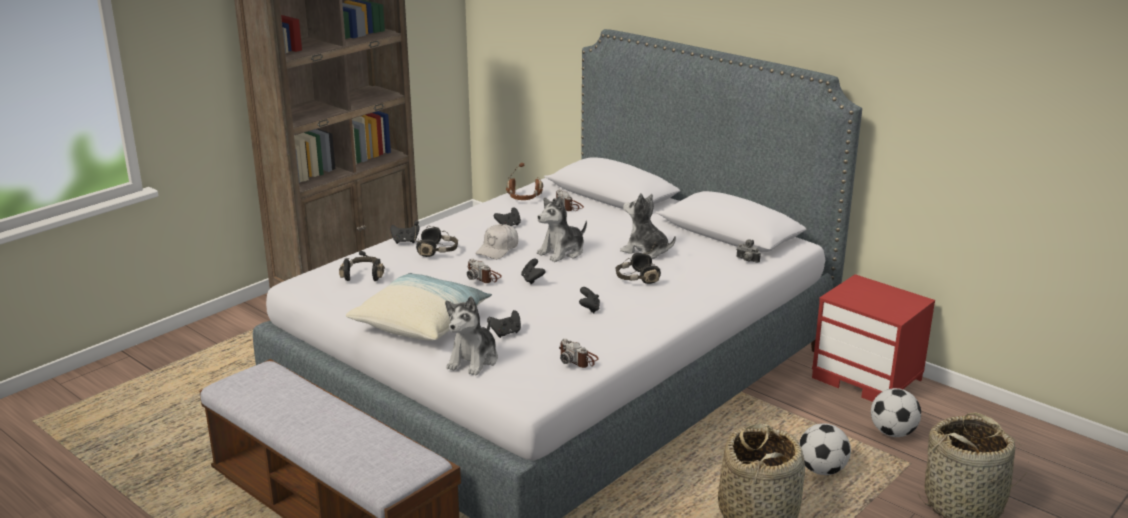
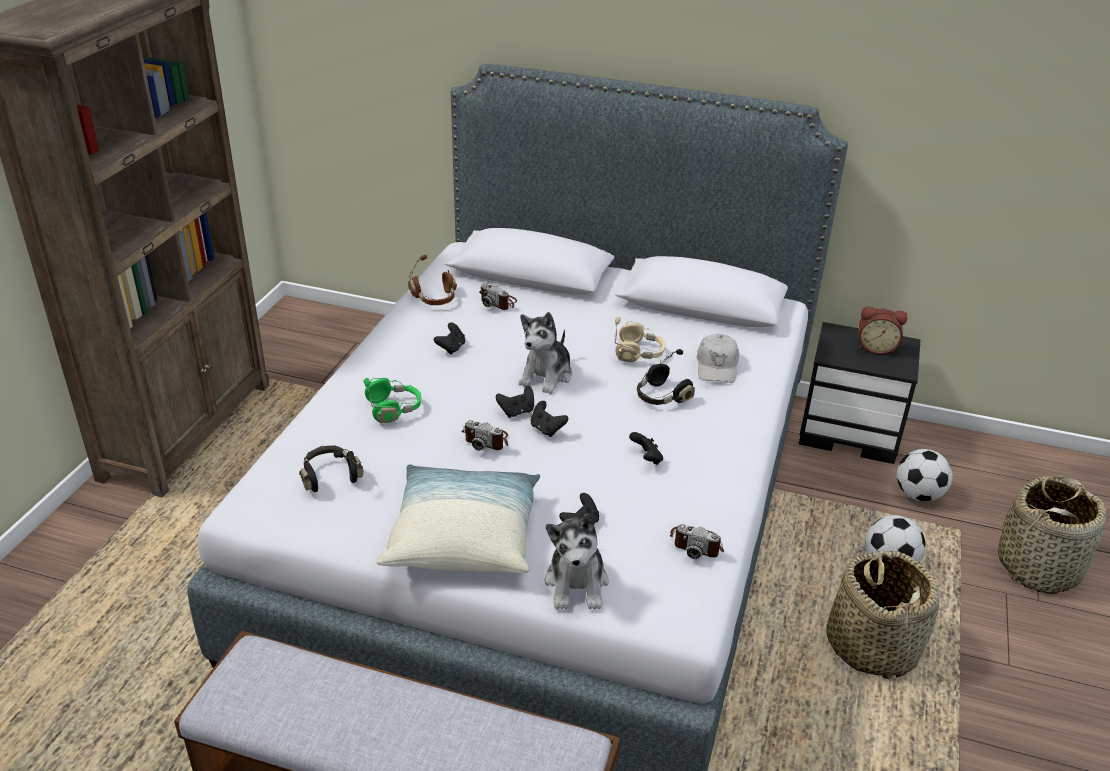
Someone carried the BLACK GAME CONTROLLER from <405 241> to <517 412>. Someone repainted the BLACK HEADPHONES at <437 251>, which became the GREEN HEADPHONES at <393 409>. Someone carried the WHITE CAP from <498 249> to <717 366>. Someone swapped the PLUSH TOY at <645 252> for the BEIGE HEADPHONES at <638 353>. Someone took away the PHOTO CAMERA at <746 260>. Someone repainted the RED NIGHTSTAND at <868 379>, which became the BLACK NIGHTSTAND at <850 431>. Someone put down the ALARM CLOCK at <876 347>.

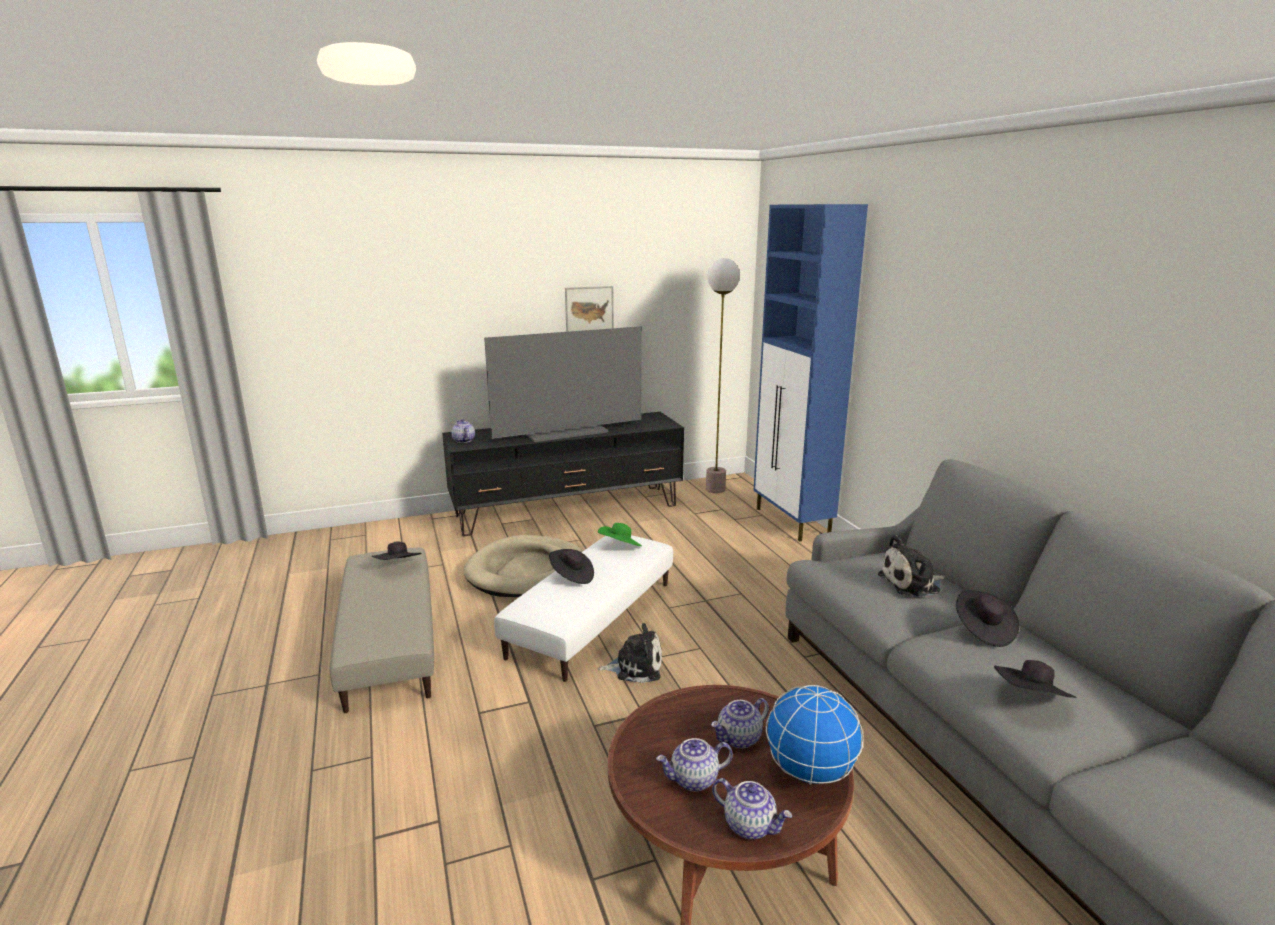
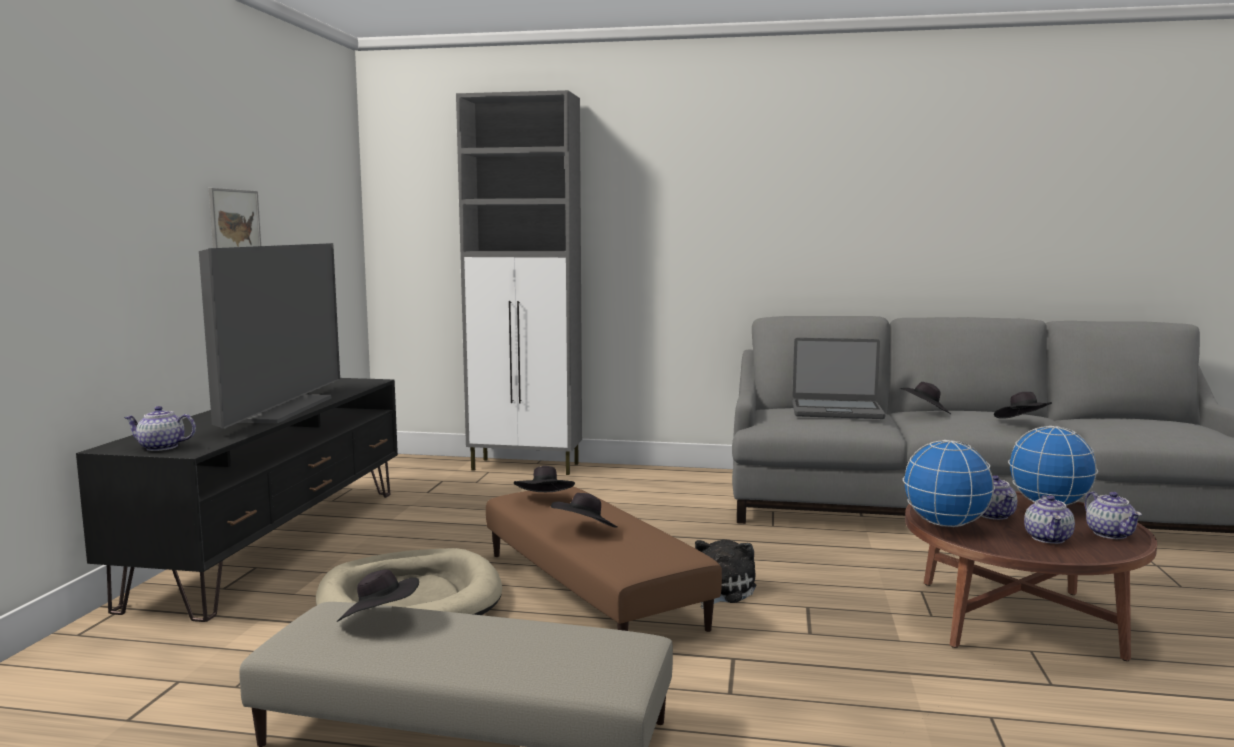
Someone repainted the WHITE OTTOMAN at <591 618>, which became the BROWN OTTOMAN at <590 589>. Someone repainted the GREEN HAT at <620 547>, which became the BLACK HAT at <545 500>. Someone took away the FLOOR LAMP at <715 489>. Someone rotated the TEAPOT at <750 825> by 105 degrees clockwise. Someone repainted the BLUE CABINET at <792 522>, which became the GREY CABINET at <527 467>. Someone swapped the PLUSH TOY at <912 583> for the LAPTOP at <836 411>. Someone put down the GLOBE at <946 524>.

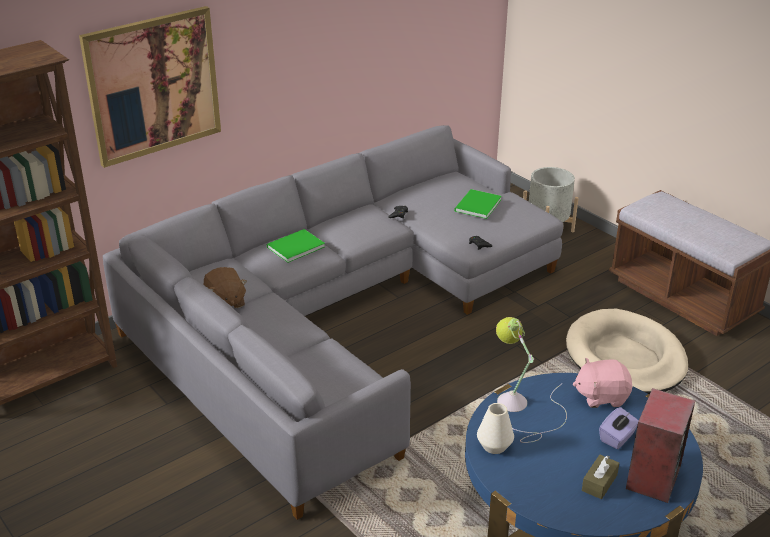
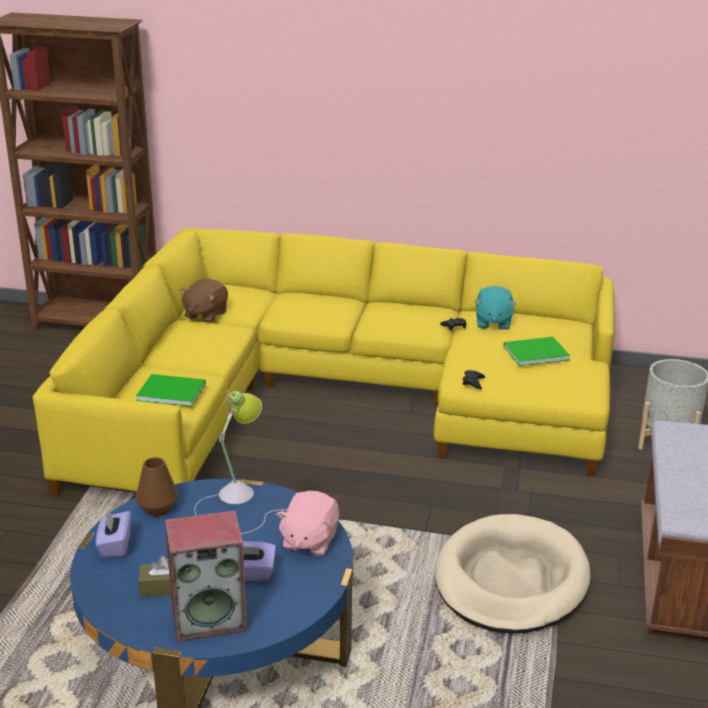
Someone took away the PICTURE at <153 85>. Someone repainted the GREY SOFA at <338 317>, which became the YELLOW SOFA at <336 398>. Someone carried the GREEN BOOK from <294 247> to <170 391>. Someone repainted the WHITE VASE at <494 446>, which became the BROWN VASE at <157 509>. Someone rotated the PINK PLUSH TOY at <601 396> by 120 degrees counterclockwise. Someone put down the PURPLE TISSUE BOX at <115 546>. Someone put down the TURQUOISE PLUSH TOY at <492 322>.

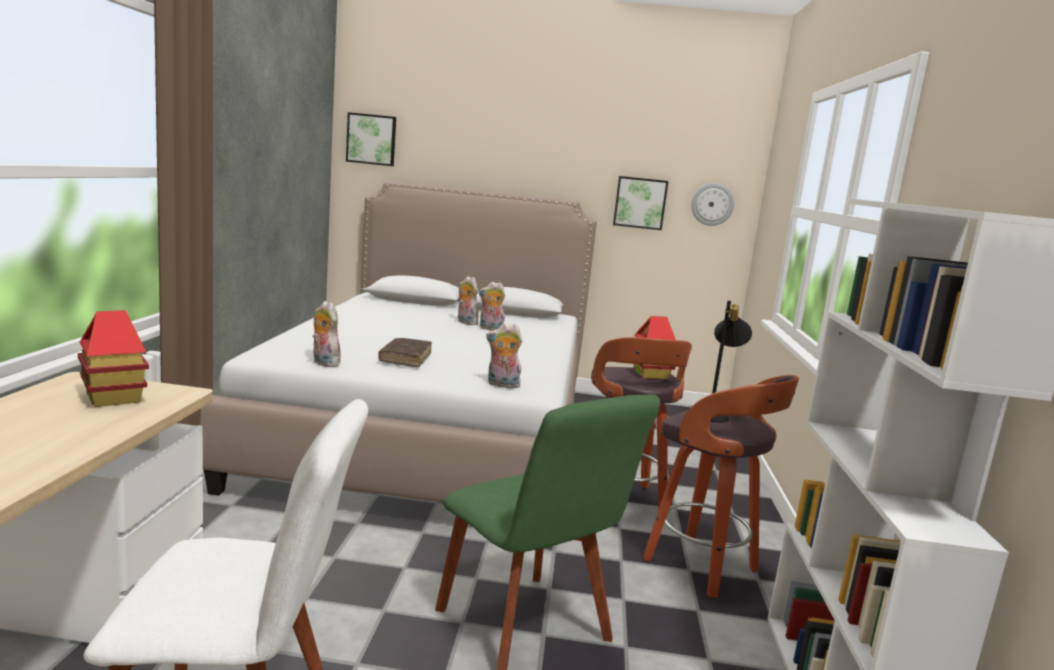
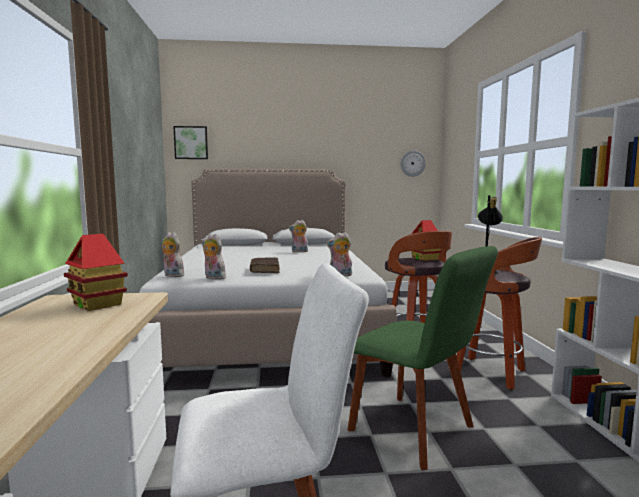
Someone carried the PLUSH TOY from <465 322> to <172 275>. Someone took away the PICTURE at <640 203>.

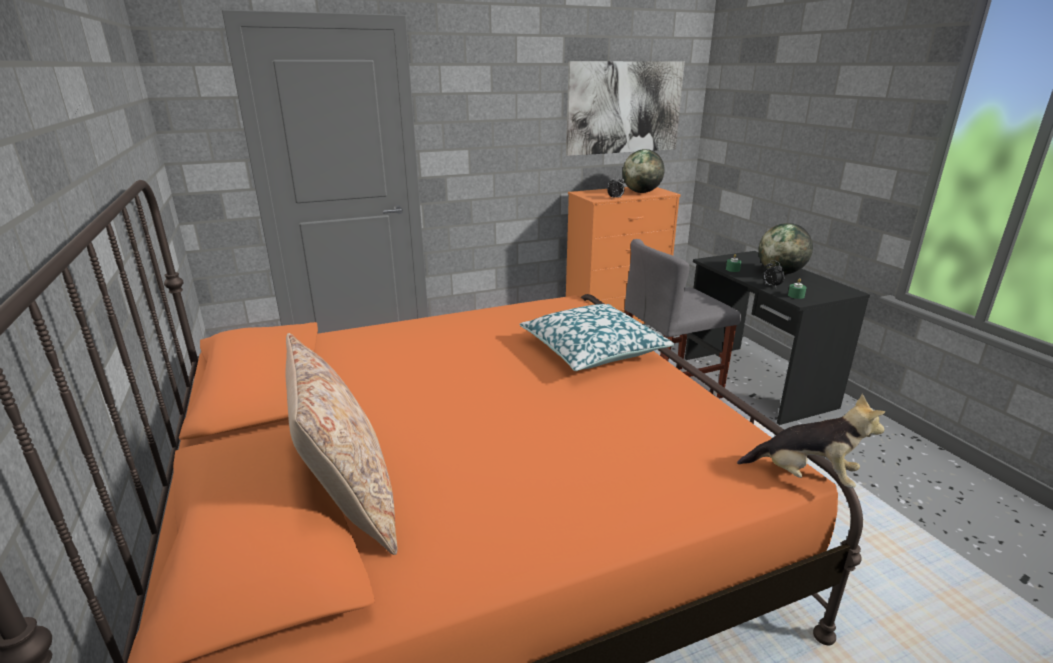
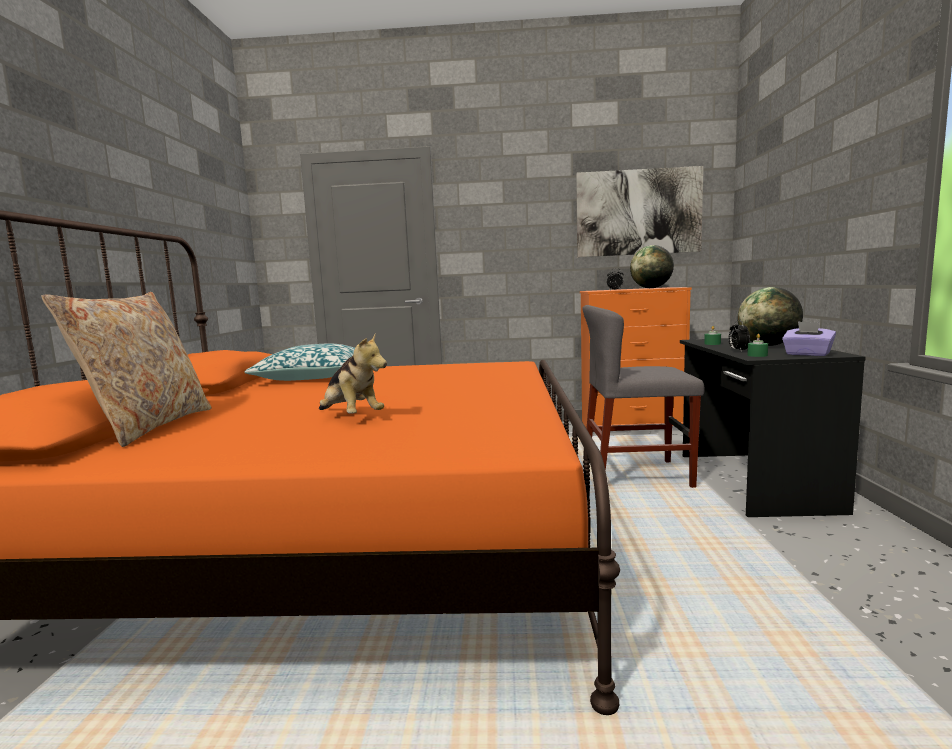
Someone carried the PILLOW from <592 350> to <312 376>. Someone carried the PLUSH TOY from <805 476> to <351 417>. Someone put down the PURPLE TISSUE BOX at <807 354>.

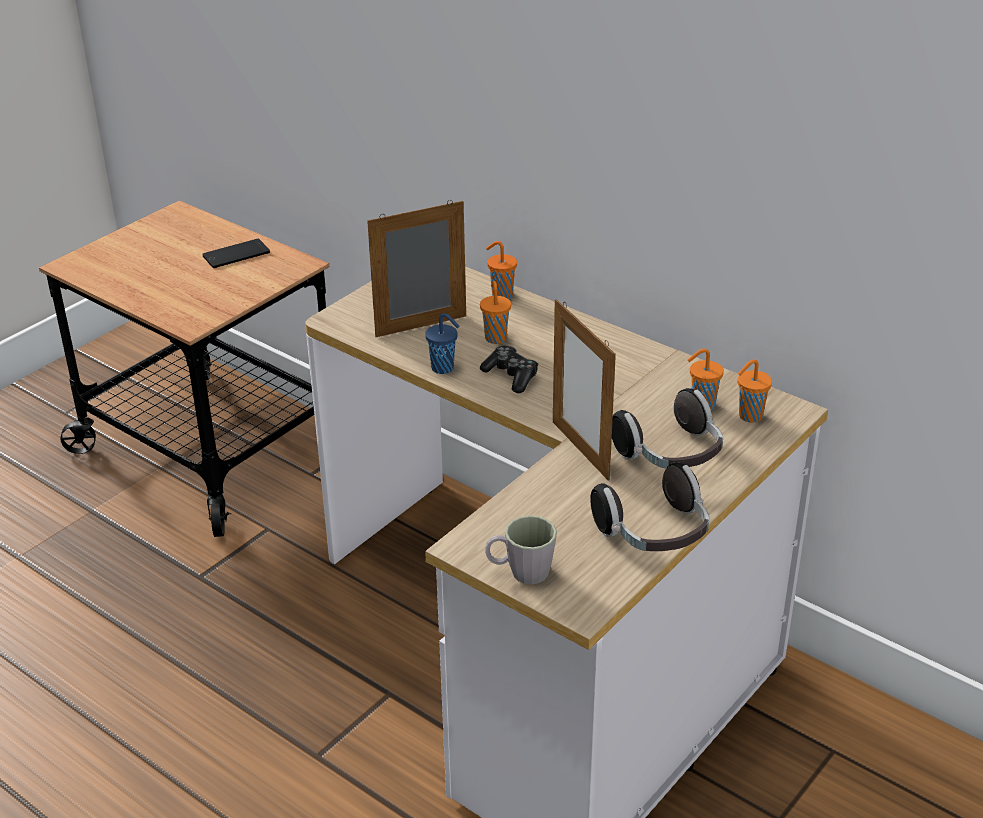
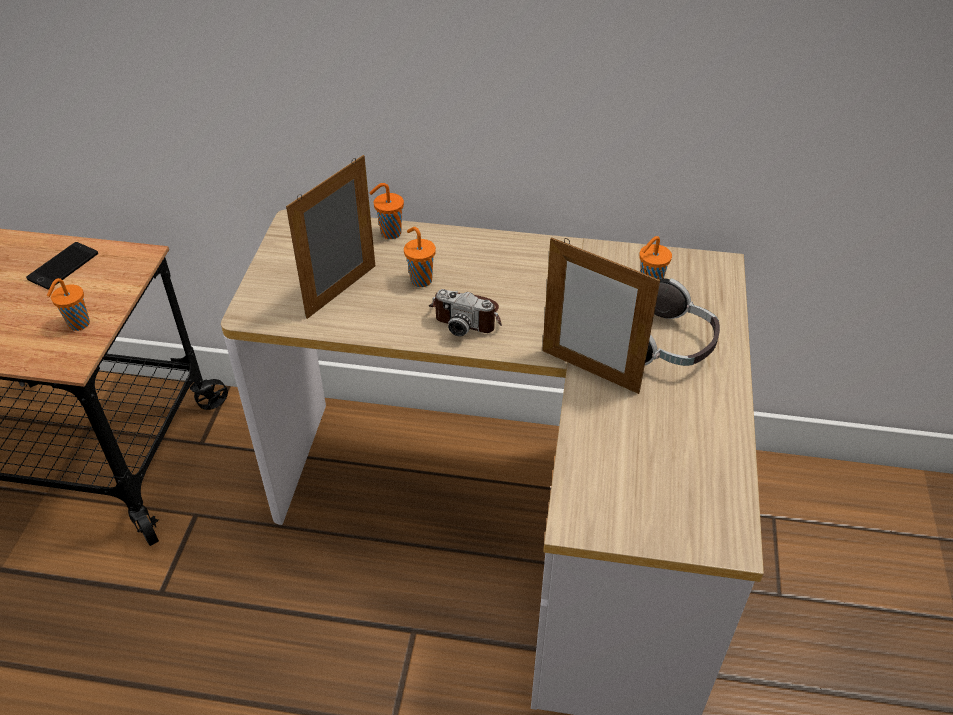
Someone took away the BLUE CUP at <444 368>. Someone swapped the GAME CONTROLLER at <511 376> for the PHOTO CAMERA at <467 316>. Someone took away the GREY MUG at <520 572>. Someone took away the HEADPHONES at <654 534>. Someone carried the ORANGE CUP from <749 416> to <77 325>.

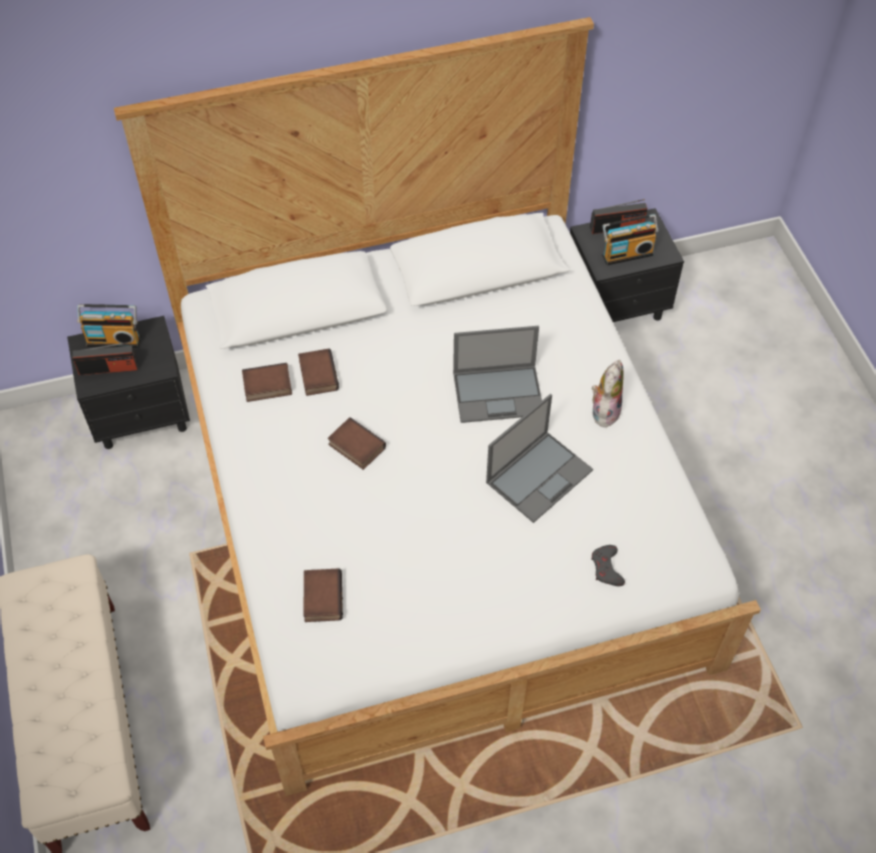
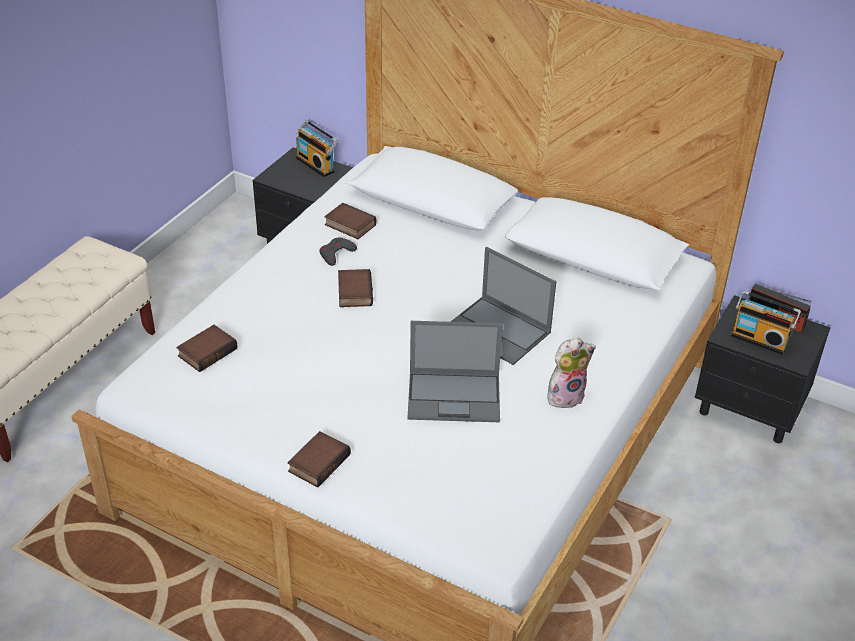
Someone took away the RADIO at <108 368>. Someone carried the BOOK from <317 375> to <318 462>. Someone carried the GREY GAME CONTROLLER from <606 568> to <336 254>.

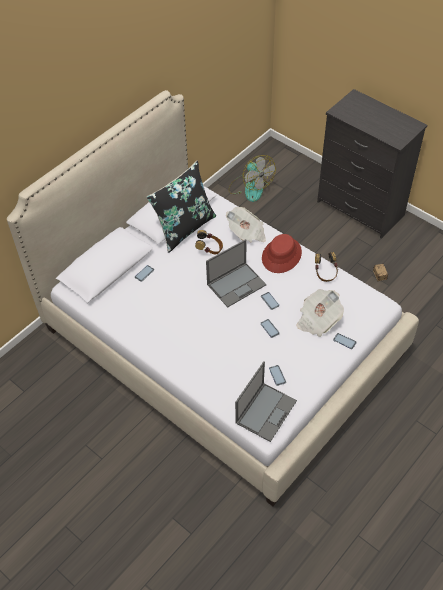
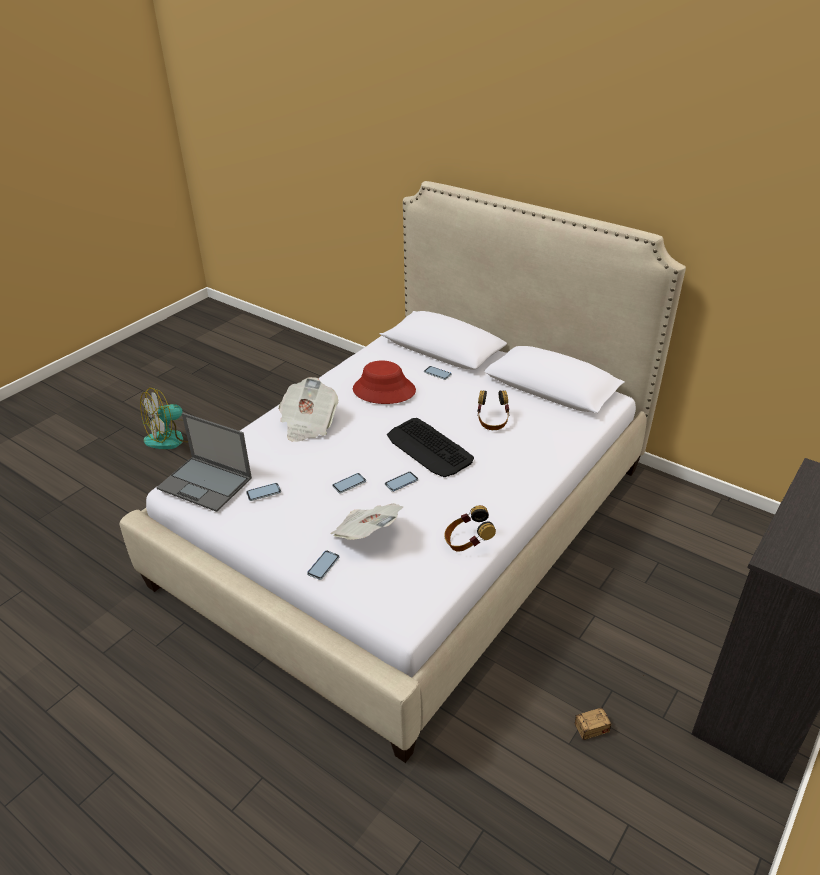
Someone took away the BLACK PILLOW at <184 228>. Someone swapped the LAPTOP at <237 284> for the KEYBOARD at <429 448>. Someone carried the NEWSPAPER from <247 233> to <308 424>. Someone carried the FAN from <250 187> to <173 437>. Someone carried the RED HAT from <281 255> to <384 390>.

